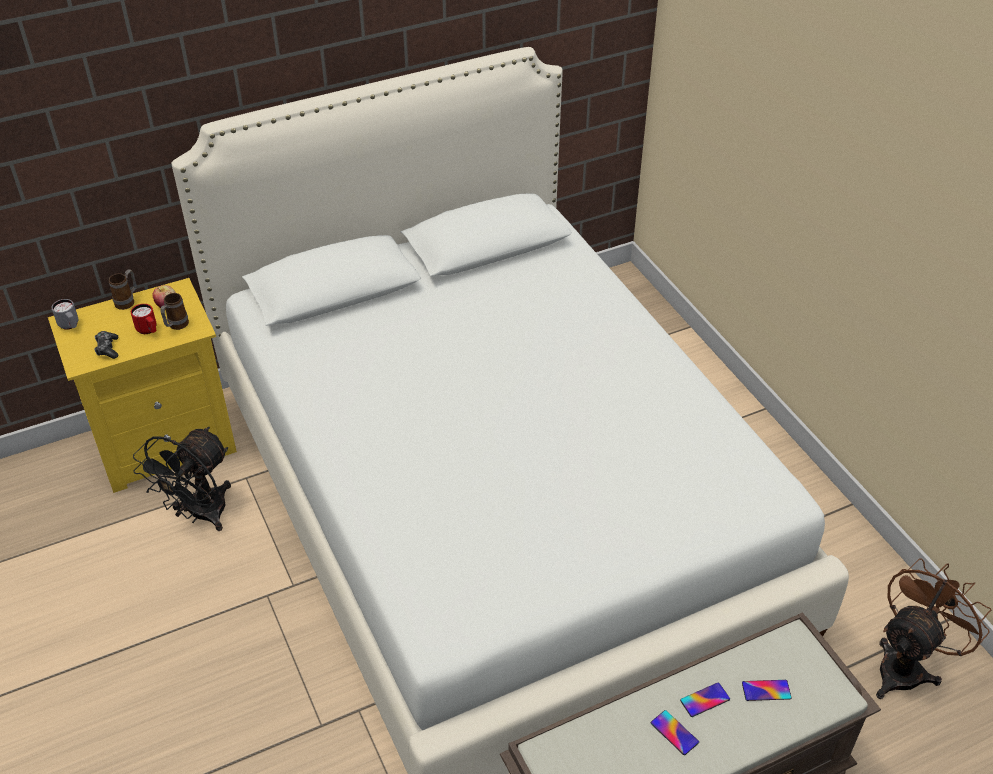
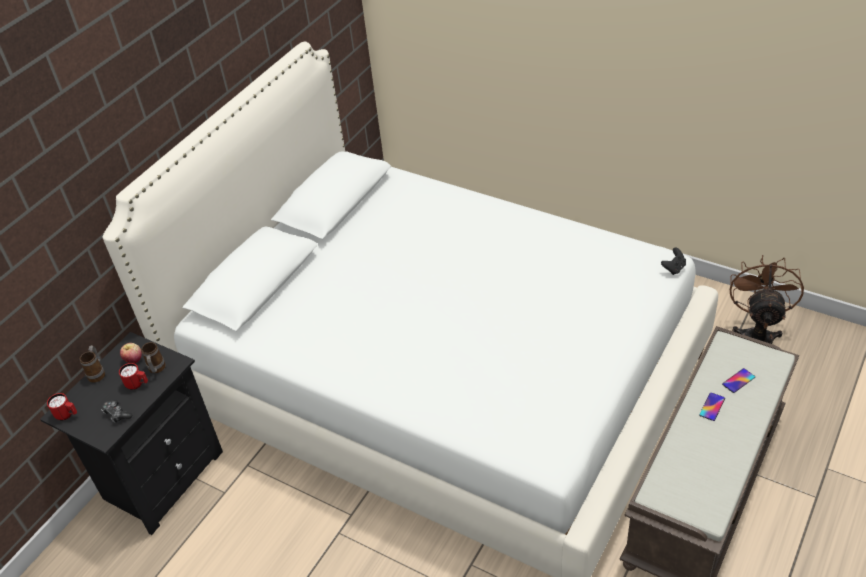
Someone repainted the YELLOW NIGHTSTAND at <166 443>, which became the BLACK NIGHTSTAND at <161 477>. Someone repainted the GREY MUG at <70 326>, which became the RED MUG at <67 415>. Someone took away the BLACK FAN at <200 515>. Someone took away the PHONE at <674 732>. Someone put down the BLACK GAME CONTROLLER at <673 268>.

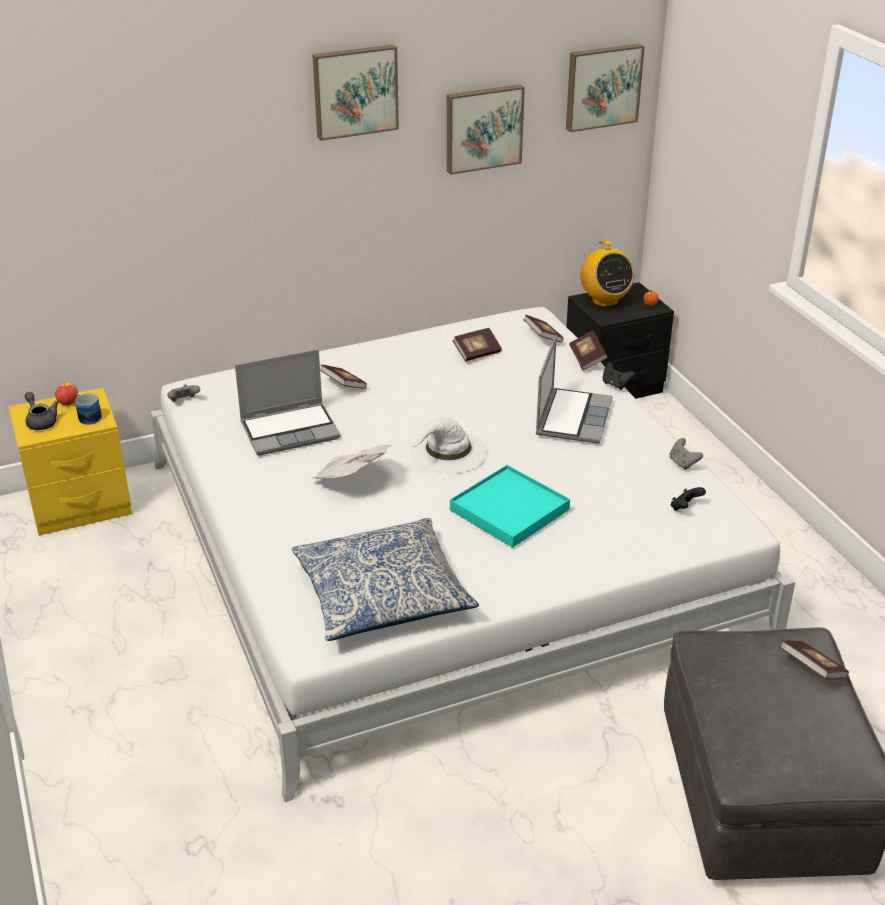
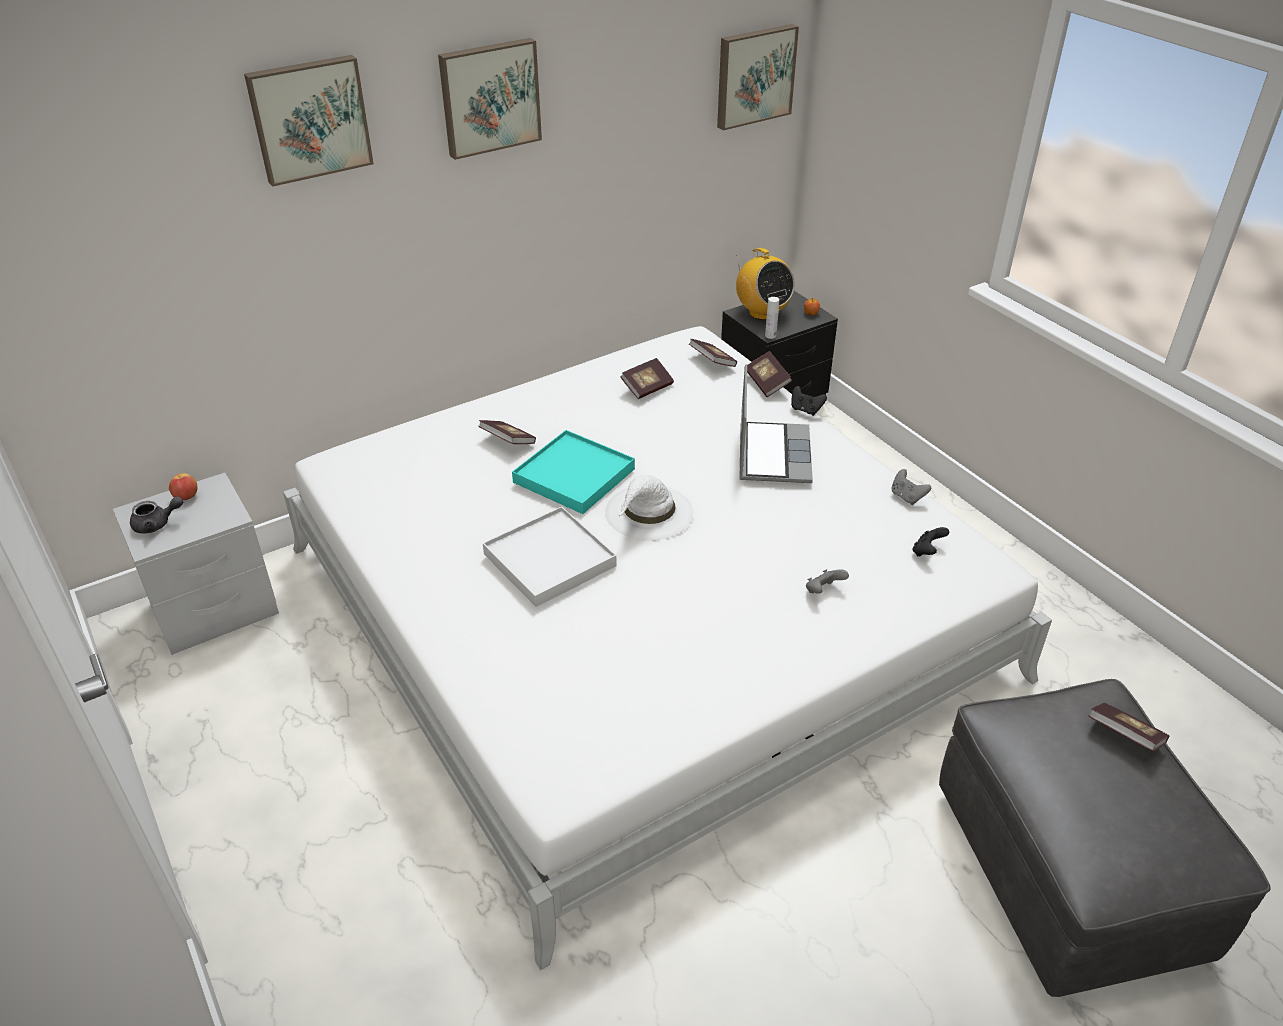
Someone repainted the YELLOW NIGHTSTAND at <80 505>, which became the GREY NIGHTSTAND at <214 609>. Someone rotated the GREY TEAPOT at <41 421> by 120 degrees clockwise. Someone took away the MUG at <87 416>. Someone carried the GREY GAME CONTROLLER from <184 401> to <823 591>. Someone took away the LAPTOP at <291 430>. Someone took away the PILLOW at <382 594>. Someone swapped the NEWSPAPER at <352 479> for the WHITE TRAY at <549 560>. Someone carried the PICTURE from <483 128> to <309 119>. Someone carried the TURQUOISE TRAY from <509 510> to <574 476>. Someone put down the WHITE BOTTLE at <770 335>.

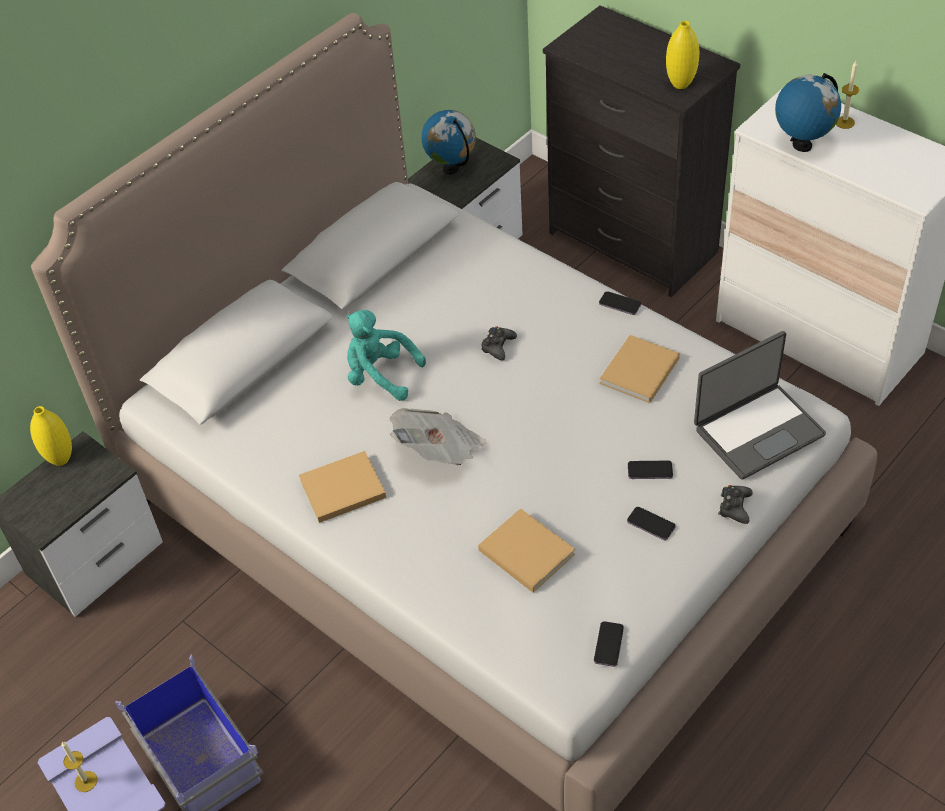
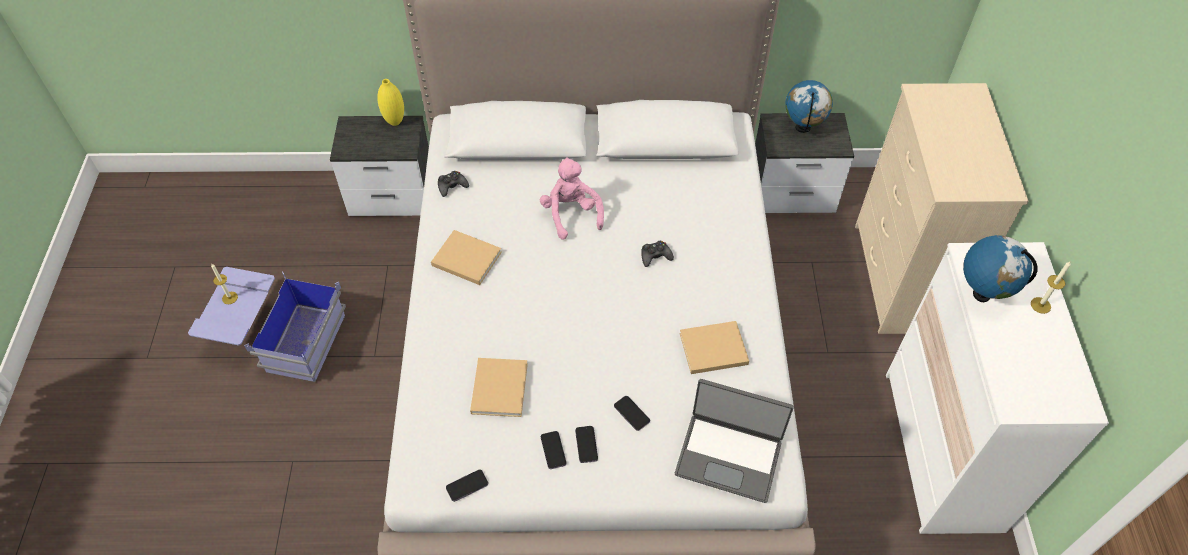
Someone repainted the TURQUOISE PLUSH TOY at <380 375>, which became the PINK PLUSH TOY at <571 214>. Someone took away the NEWSPAPER at <440 451>. Someone repainted the BLACK DRESSER at <633 244>, which became the BEIGE DRESSER at <900 278>. Someone carried the PHONE from <620 304> to <553 450>. Someone took away the YELLOW VASE at <680 84>. Someone carried the BLACK GAME CONTROLLER from <734 507> to <452 186>.

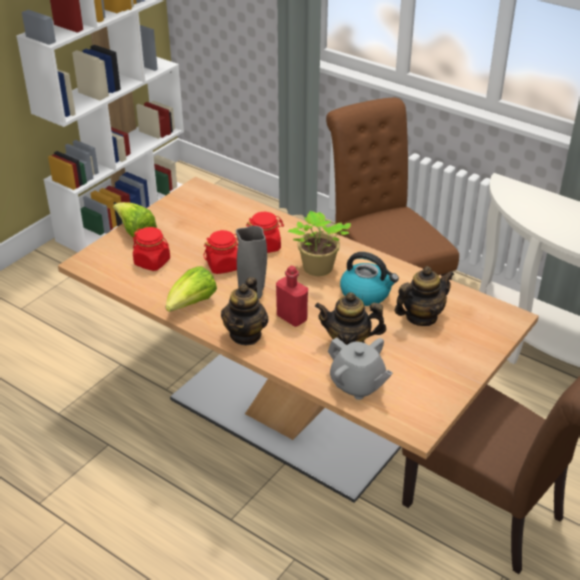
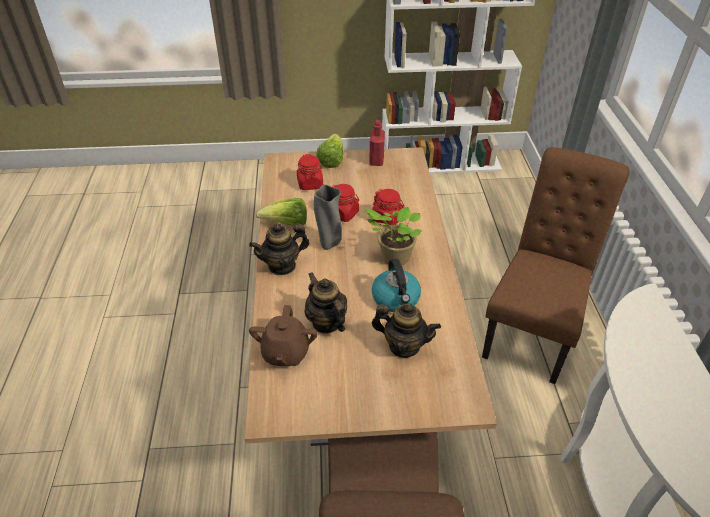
Someone carried the RED BOTTLE from <292 318> to <376 160>. Someone repainted the GREY TEAPOT at <357 384>, which became the BROWN TEAPOT at <285 353>.

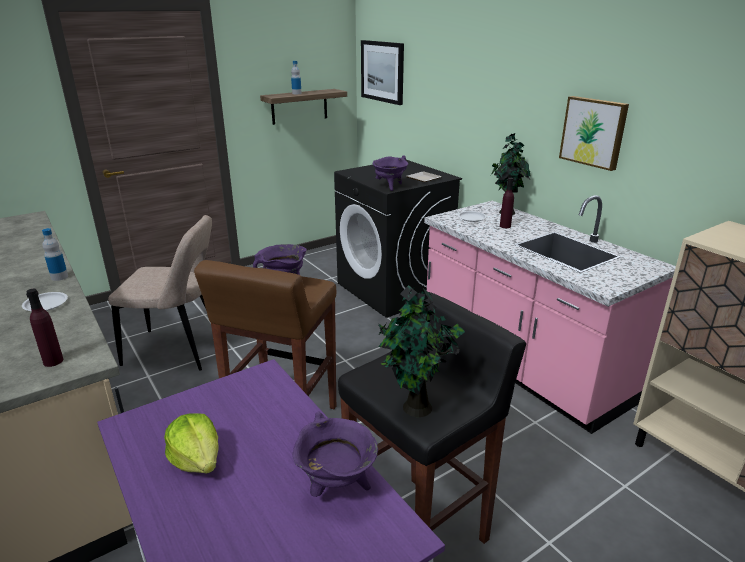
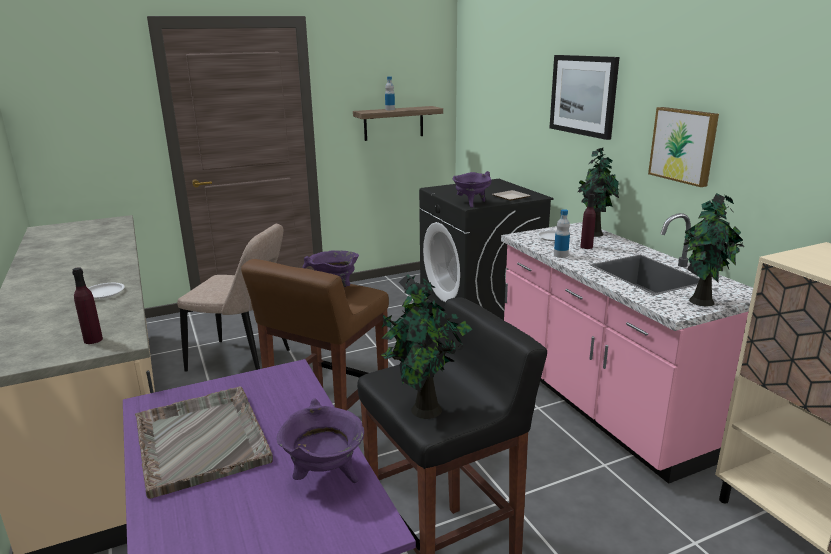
Someone carried the BOTTLE from <59 277> to <560 255>. Someone swapped the LETTUCE at <197 459> for the GREY TRAY at <201 439>. Someone carried the PICTURE from <382 71> to <583 95>. Someone put down the POTTED PLANT at <702 302>.

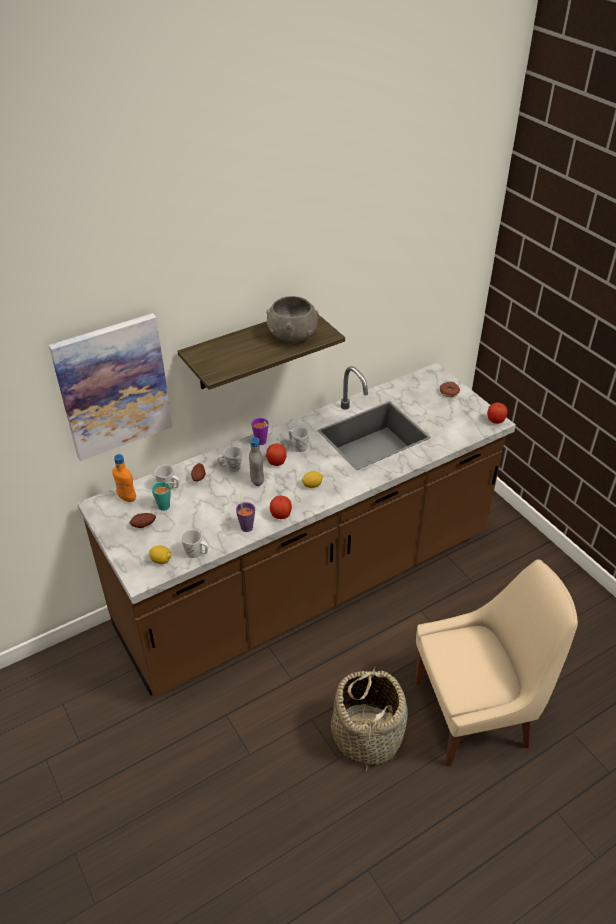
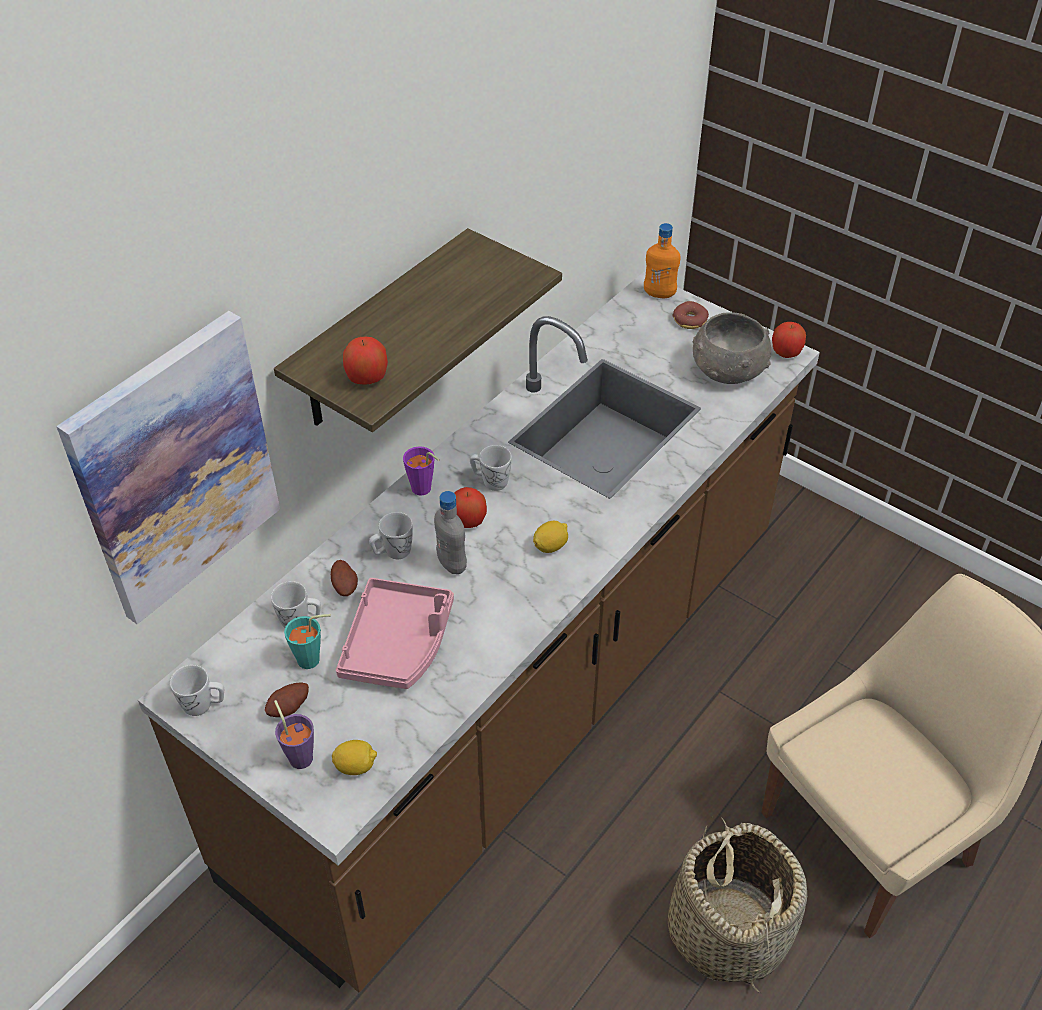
Someone carried the ORANGE BOTTLE from <127 497> to <659 294>. Someone carried the WHITE MUG from <197 553> to <203 705>. Someone carried the PURPLE CUP from <246 525> to <299 754>. Someone carried the GREY BOWL from <292 335> to <727 370>. Someone carried the APPLE from <280 515> to <366 378>. Someone put down the PINK TRAY at <398 643>.

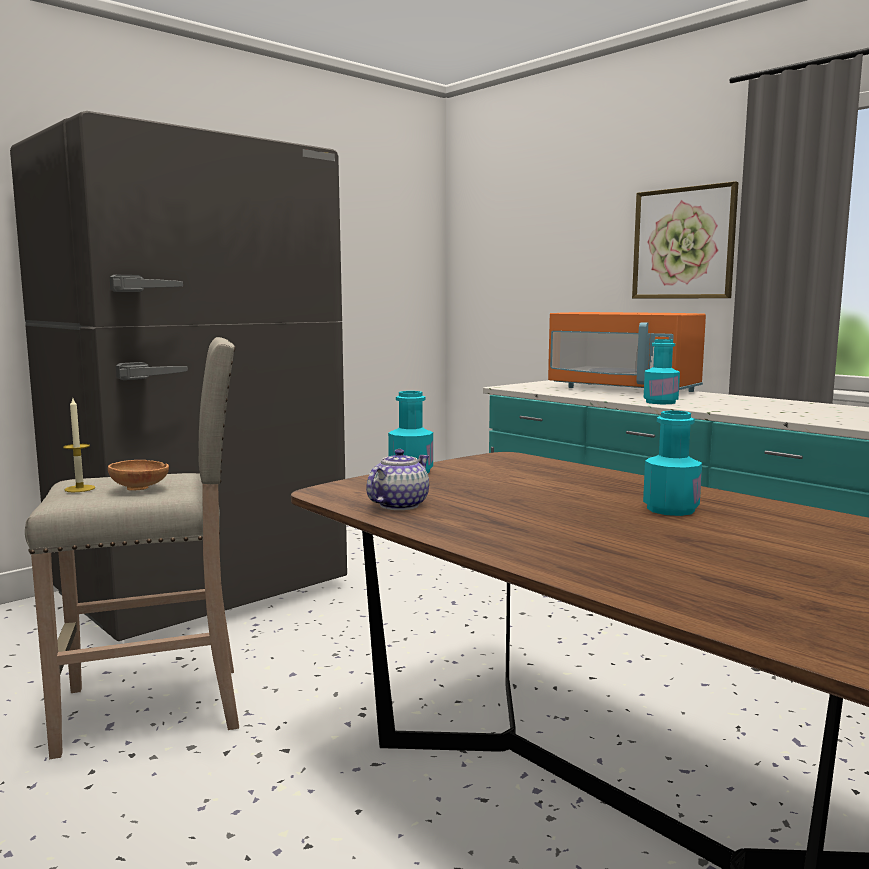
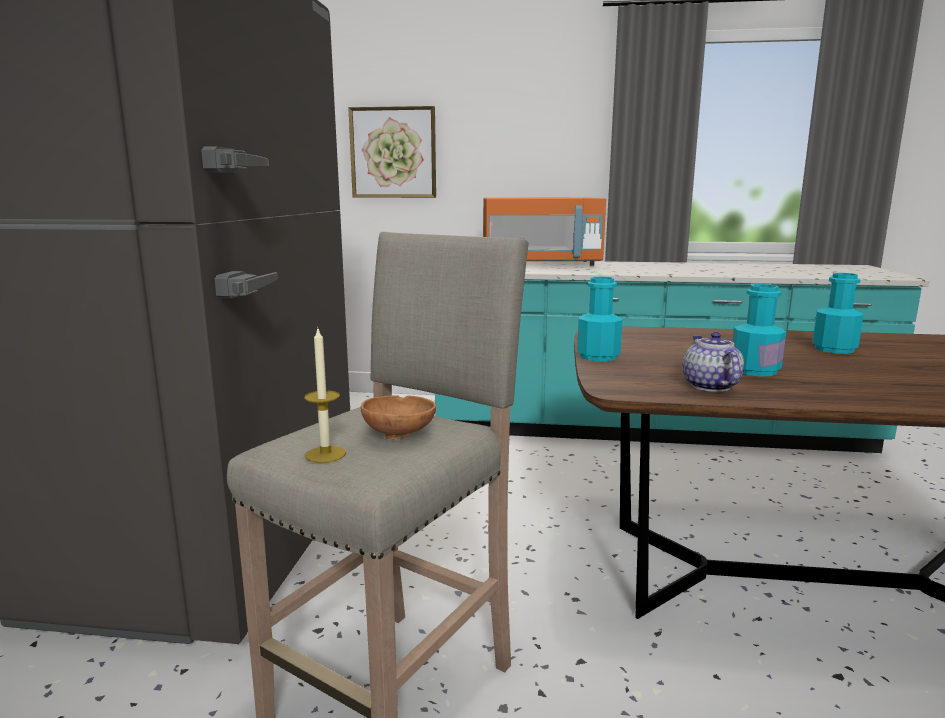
Someone carried the PICTURE from <683 243> to <393 153>. Someone carried the TURQUOISE BOTTLE from <660 402> to <754 371>.

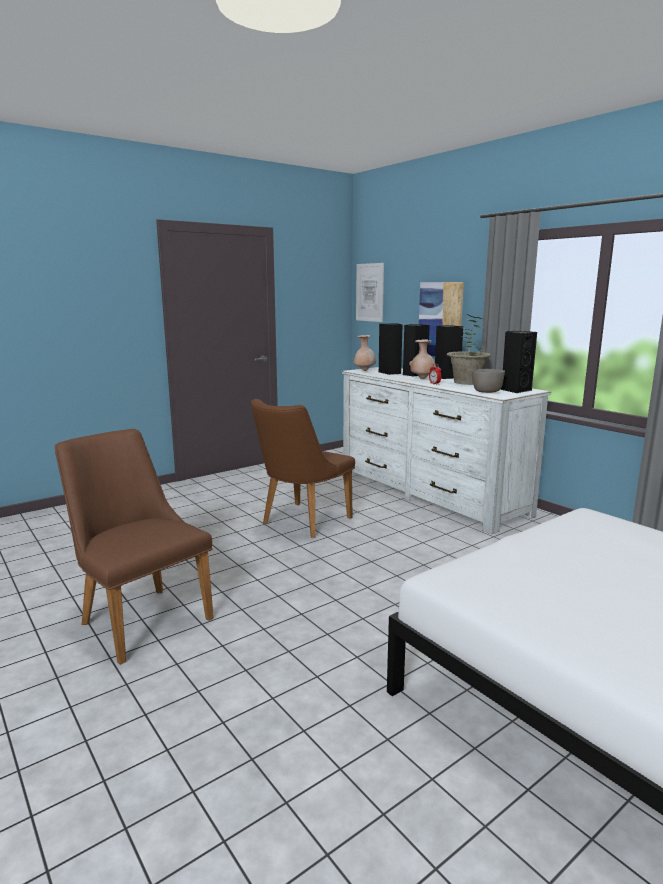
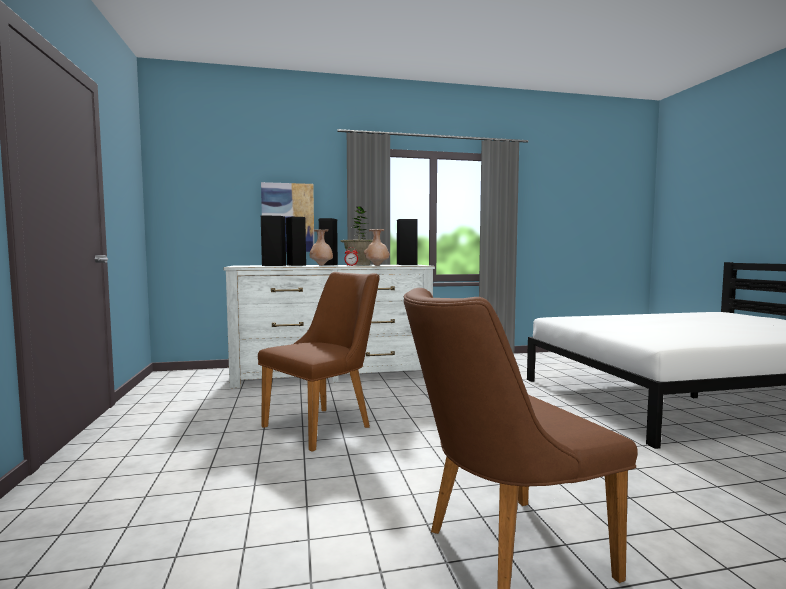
Someone rotated the BROWN CHAIR at <300 522> by 105 degrees counterclockwise. Someone carried the BEIGE VASE from <364 370> to <377 265>. Someone took away the PICTURE at <369 292>. Someone took away the GREY BOWL at <486 392>.

